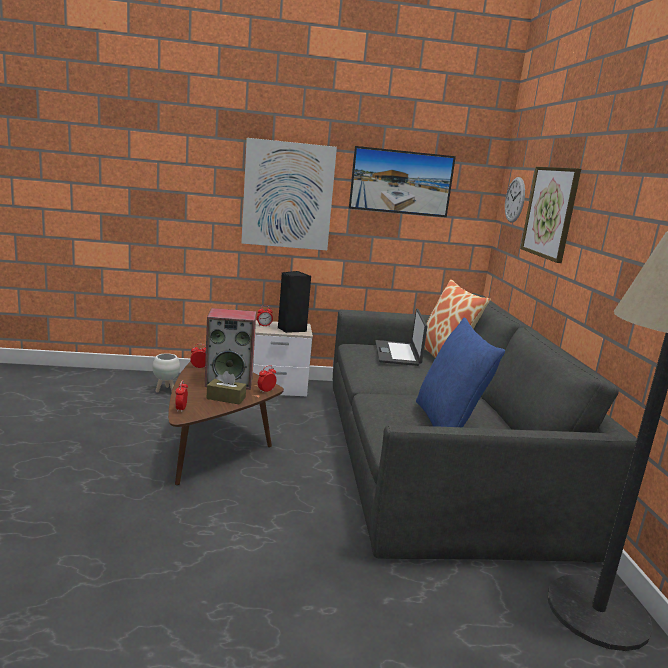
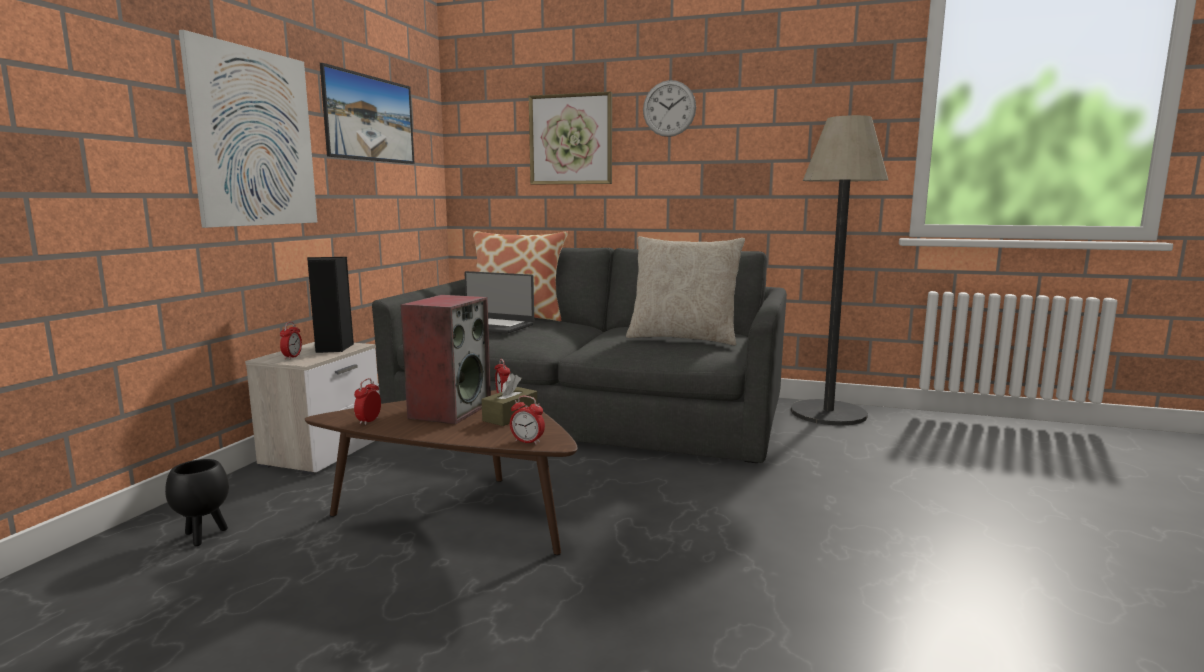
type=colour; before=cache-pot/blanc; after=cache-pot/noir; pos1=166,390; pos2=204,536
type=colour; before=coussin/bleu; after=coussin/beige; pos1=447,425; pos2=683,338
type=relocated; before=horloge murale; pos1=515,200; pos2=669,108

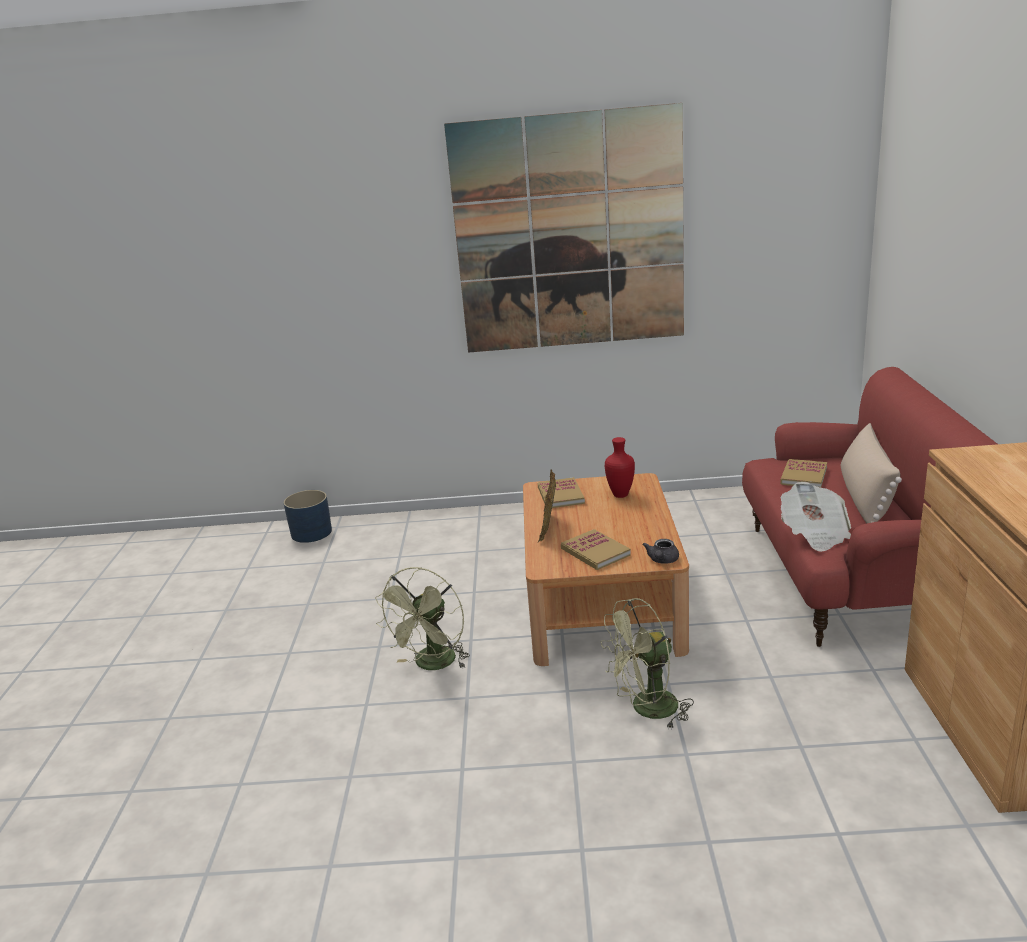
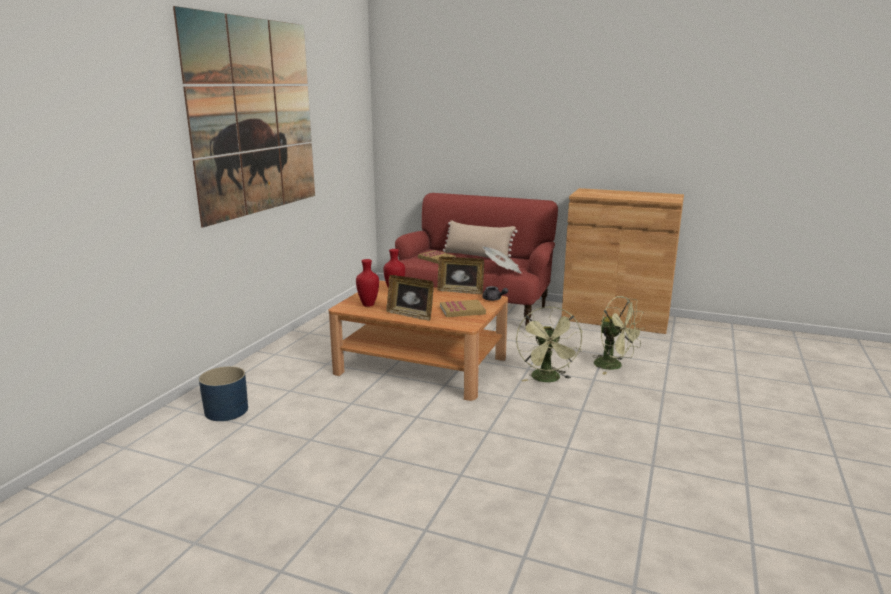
type=relocated; before=cache-pot/bleu; pos1=311,533; pos2=226,411
type=relocated; before=ventilateur/vert; pos1=432,665; pos2=614,366
type=exchanged; before=livre; after=vase/rouge; pos1=560,495; pos2=368,304
type=appeared; after=cadre photo; pos2=460,291

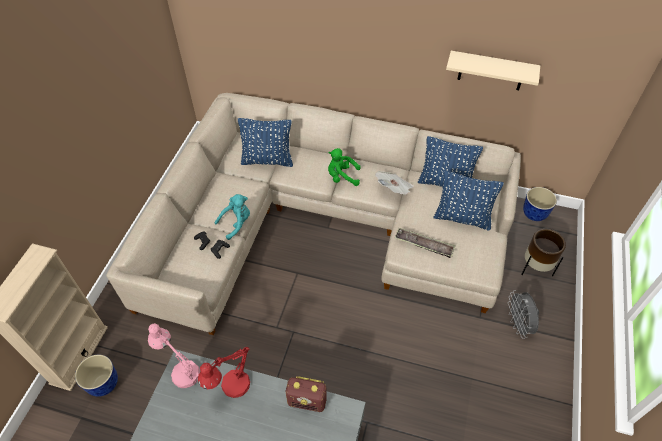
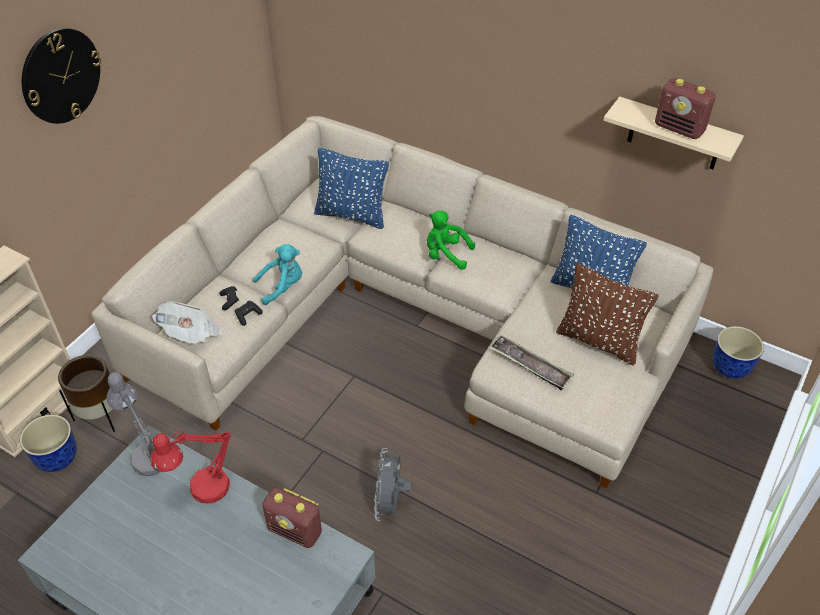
type=colour; before=lampe de table/rose; after=lampe de table/gris; pos1=181,371; pos2=147,453
type=relocated; before=journal; pos1=394,189; pos2=191,333
type=colour; before=coussin/bleu; after=coussin/marron; pos1=462,218; pos2=599,341
type=relocated; before=ventilateur/gris; pos1=518,324; pos2=391,503
type=relocated; before=cache-pot/marron; pos1=535,268; pos2=100,416
type=appeared; after=horloge murale; pos2=60,75
type=appeared; after=radio; pos2=679,129

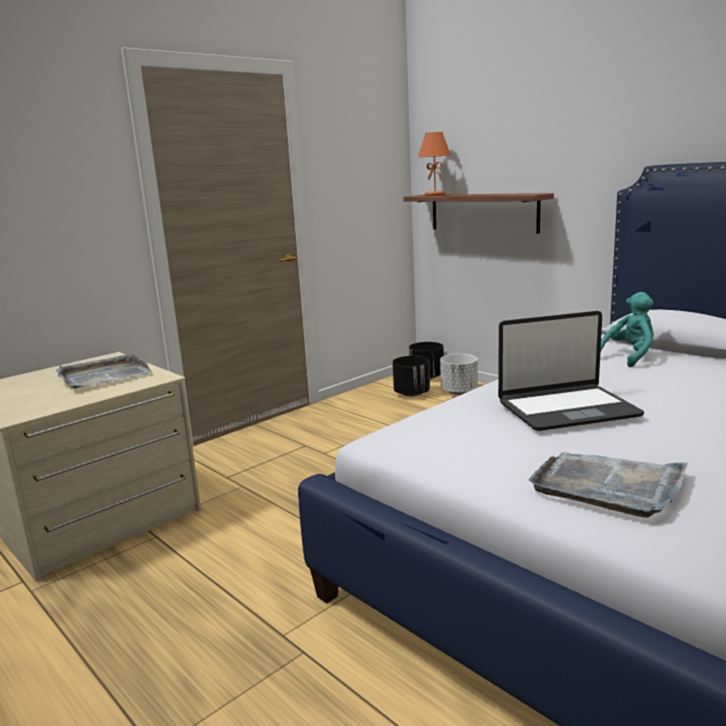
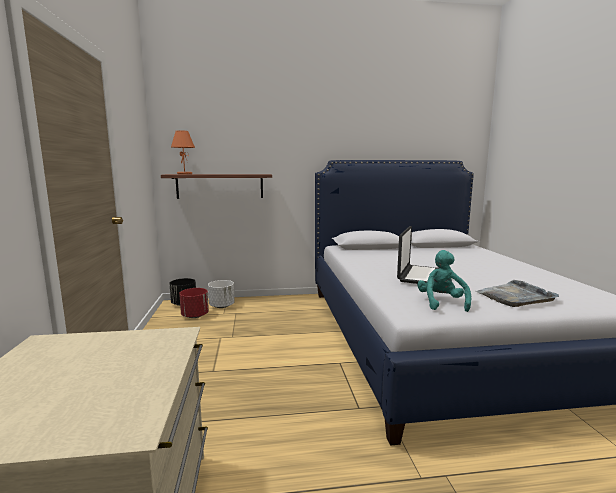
type=missing; before=plateau/gris; pos1=104,376
type=colour; before=cache-pot/noir; after=cache-pot/rouge; pos1=412,394; pos2=195,316
type=relocated; before=peluche/turquoise; pos1=629,357; pos2=441,303

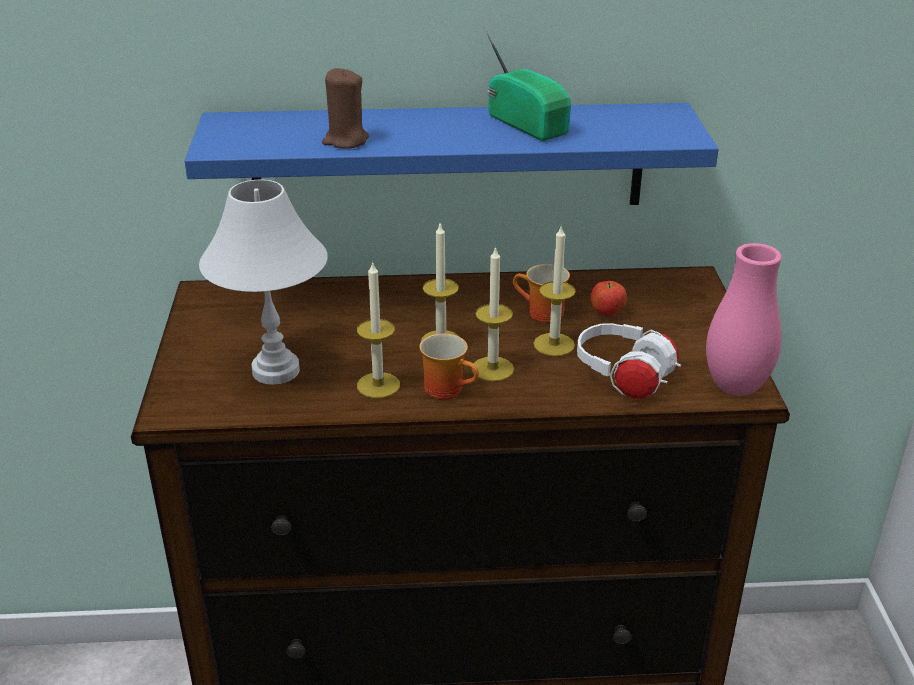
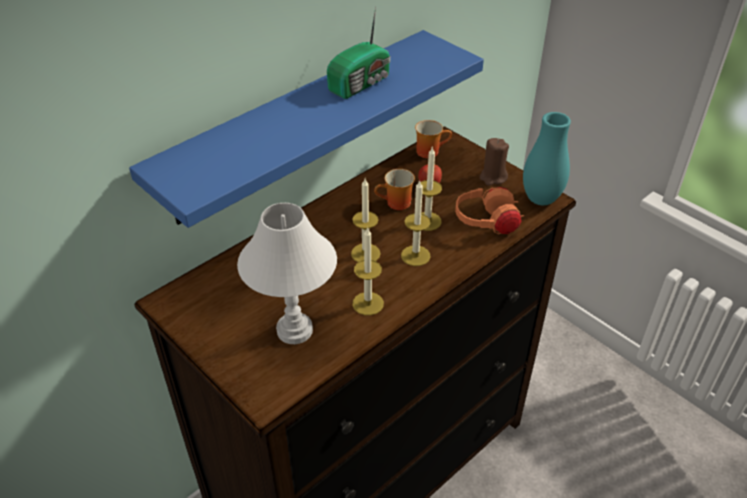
type=relocated; before=bougie/marron; pos1=345,141; pos2=493,177
type=relocated; before=mug; pos1=449,388; pos2=430,151
type=spun; before=radio; pos1=527,124; pos2=361,83; turn=120
type=colour; before=casque audio/blanc; after=casque audio/orange; pos1=624,379; pos2=486,223
type=colour; before=vase/rose; after=vase/turquoise; pos1=735,387; pos2=541,199

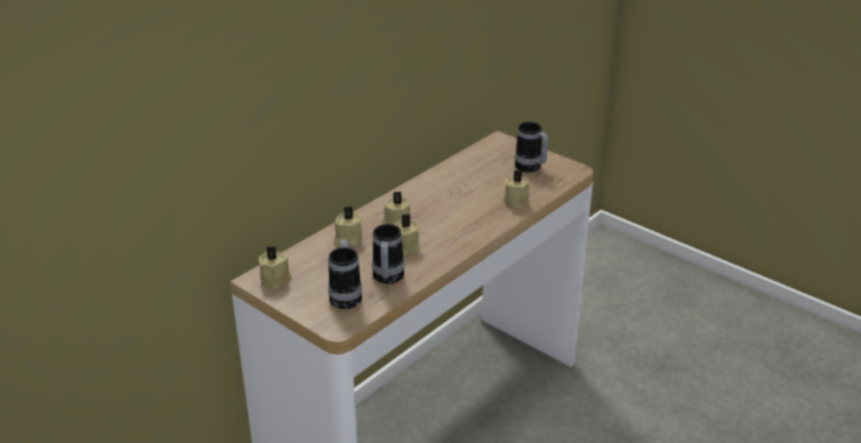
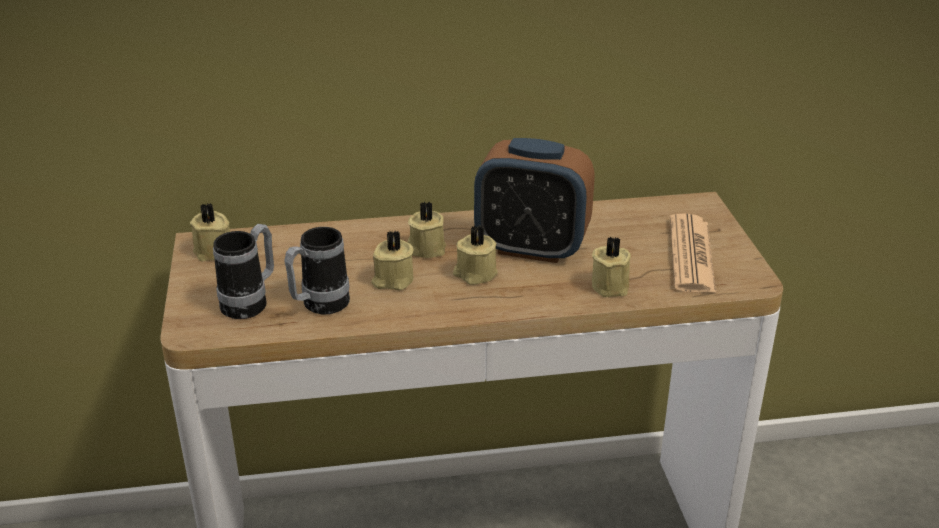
type=relocated; before=bougie/beige; pos1=348,239; pos2=474,274
type=exchanged; before=mug; after=journal; pos1=531,169; pos2=691,255
type=appeared; after=réveil; pos2=531,248

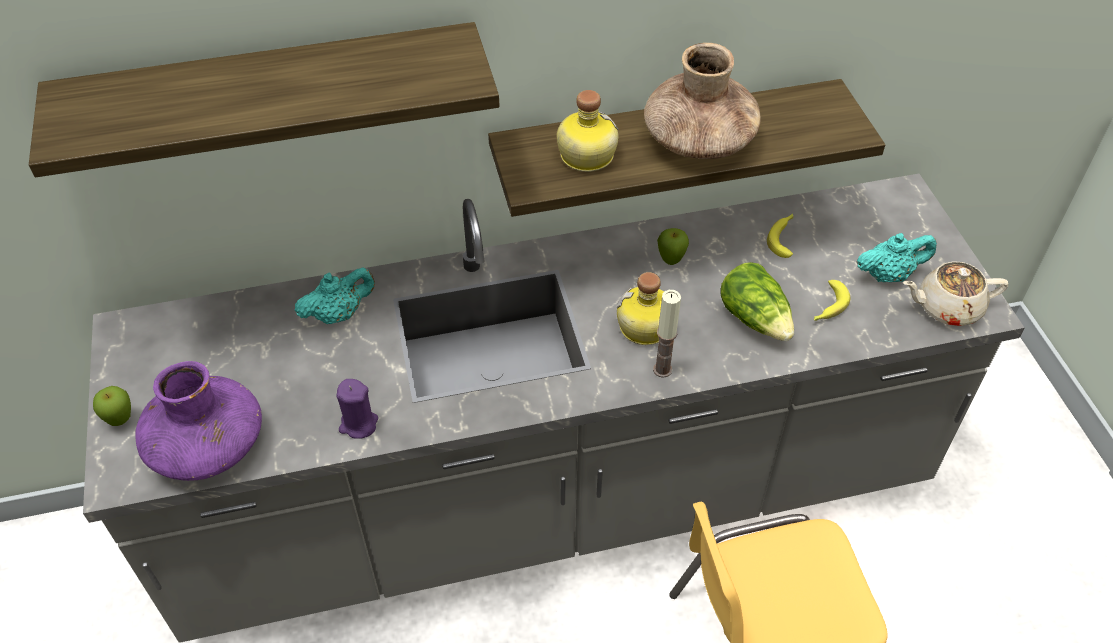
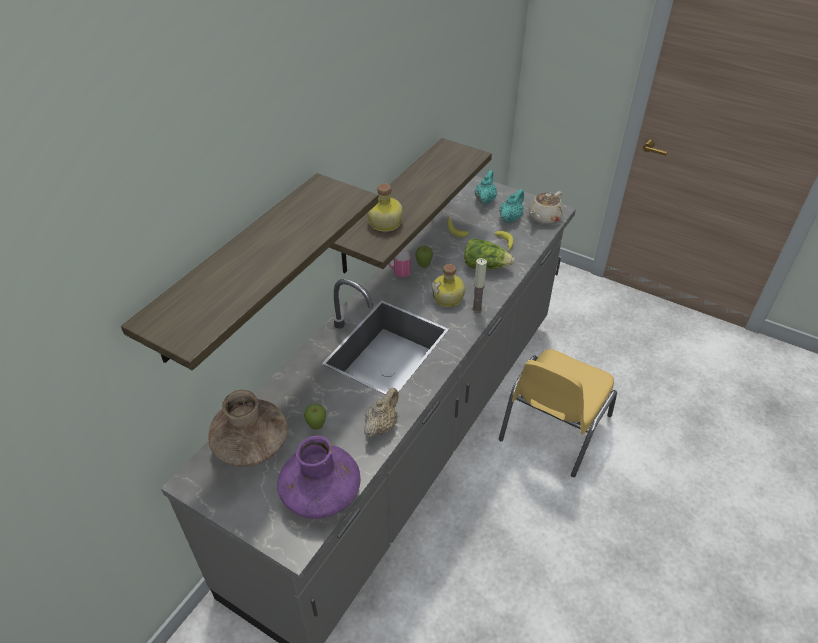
type=relocated; before=pomme; pos1=121,421; pos2=317,426
type=relocated; before=théière/turquoise; pos1=339,314; pos2=485,200
type=exchanged; before=bougie/violet; after=théière/beige; pos1=358,424; pos2=381,425
type=relocated; before=vase/marron; pos1=699,141; pos2=251,444
type=appeared; after=mug/rose; pos2=399,272

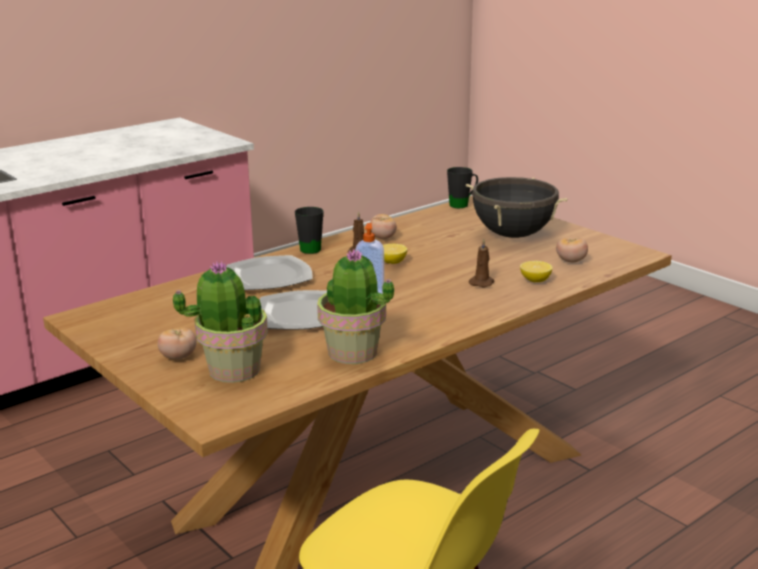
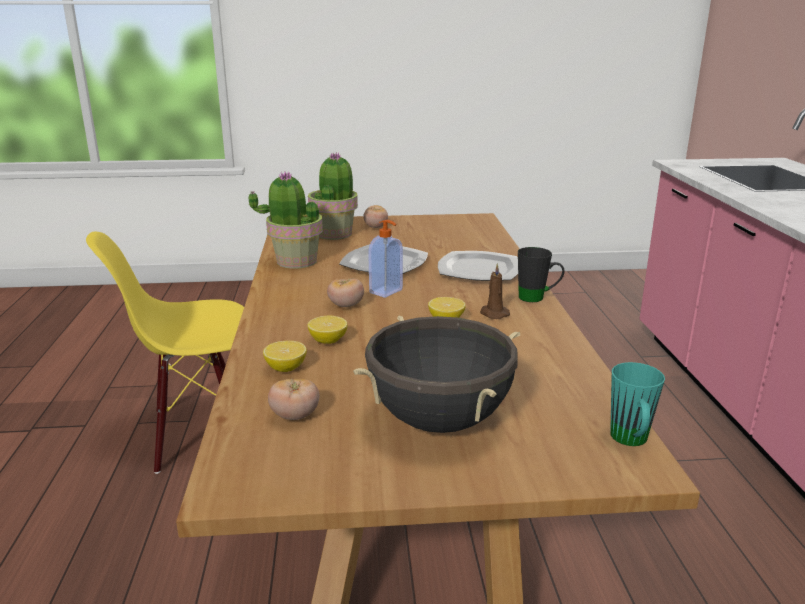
type=relocated; before=tomate; pos1=383,238; pos2=346,306
type=colour; before=mug/noir; after=mug/turquoise; pos1=463,204; pos2=630,442
type=exchanged; before=bougie/marron; after=citron; pos1=482,283; pos2=328,340

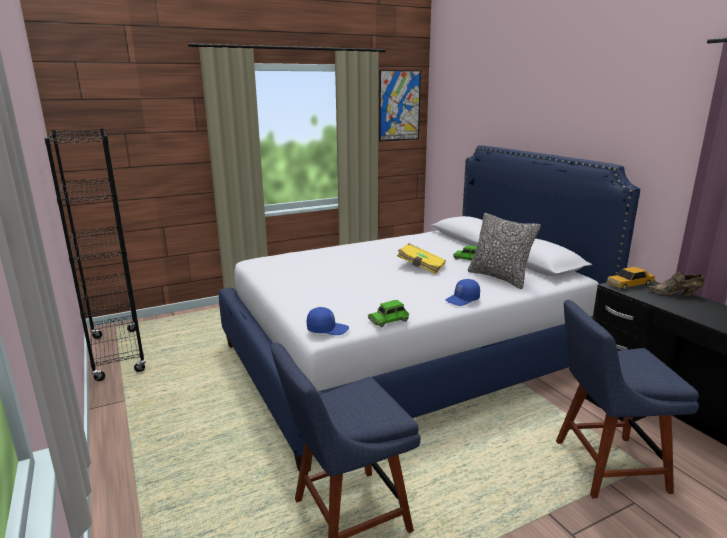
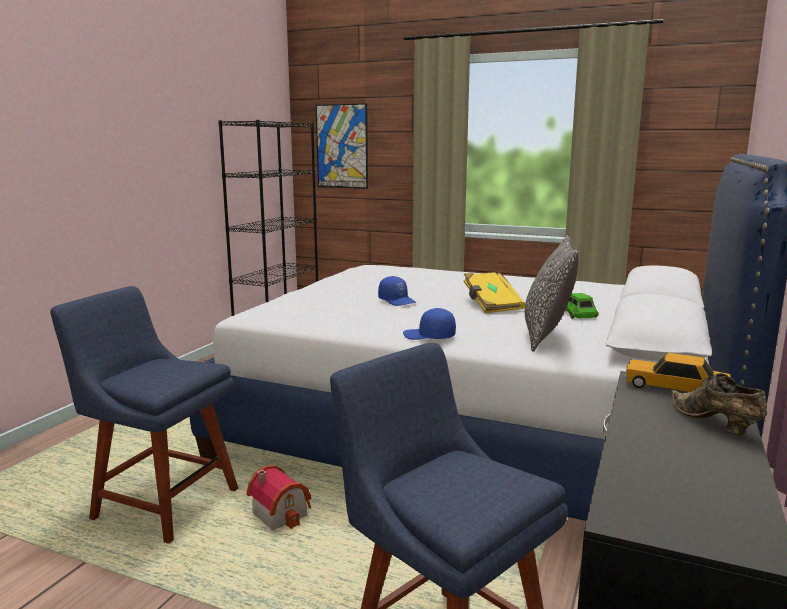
type=relocated; before=casquette/bleu; pos1=327,329; pos2=397,301
type=missing; before=petite voiture/vert; pos1=388,320
type=relocated; before=tableau; pos1=399,106; pos2=342,146
type=appeared; after=maison miniature; pos2=282,513

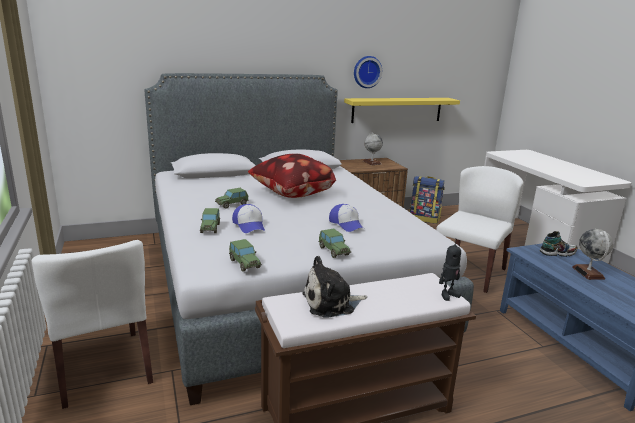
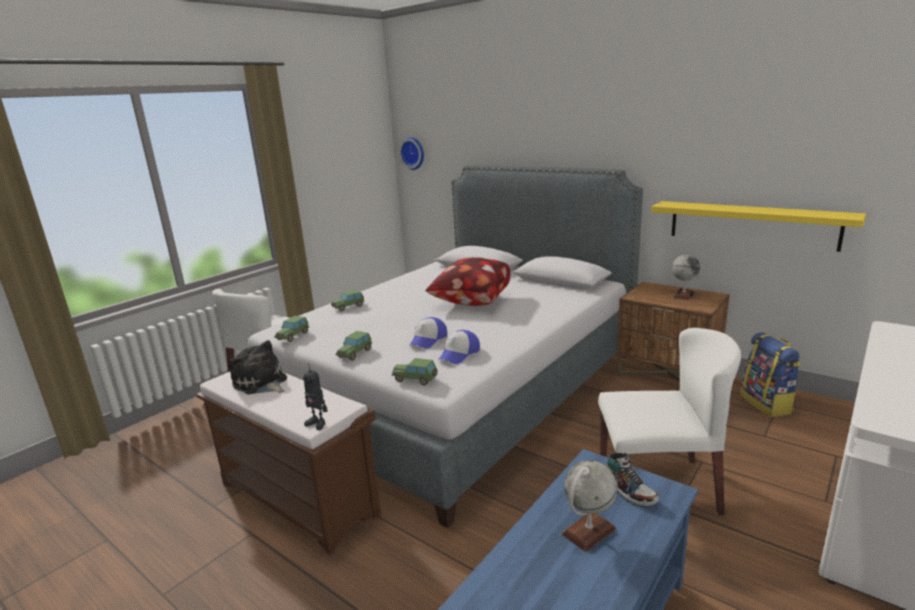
type=relocated; before=petite voiture; pos1=232,204; pos2=415,379
type=relocated; before=casquette; pos1=249,225; pos2=459,354
type=relocated; before=horloge murale; pos1=366,72; pos2=413,153

